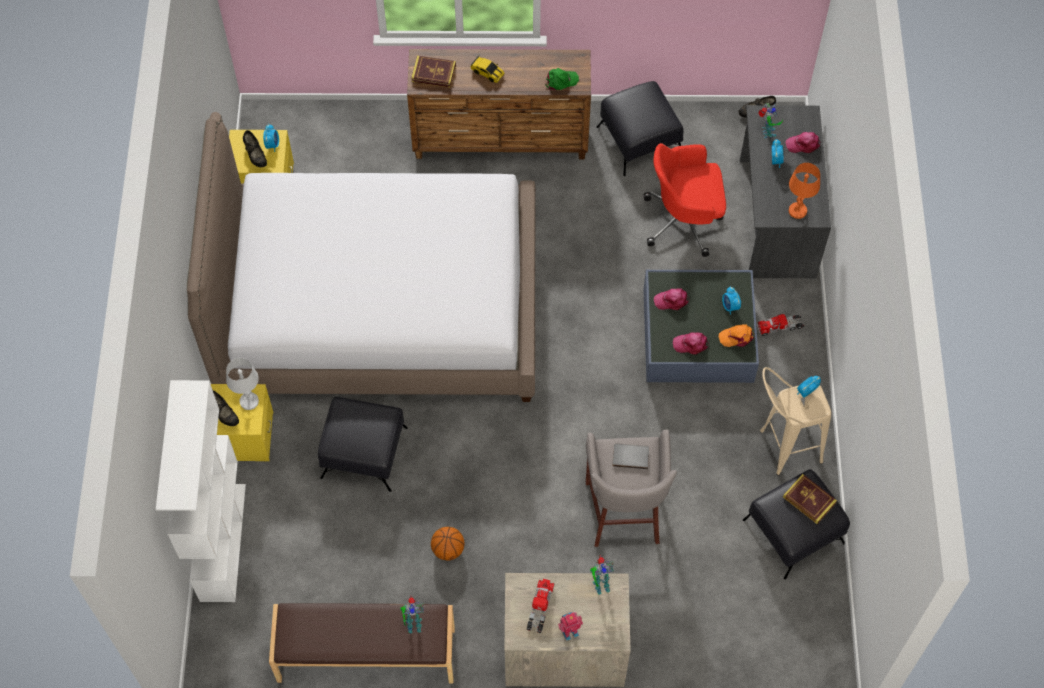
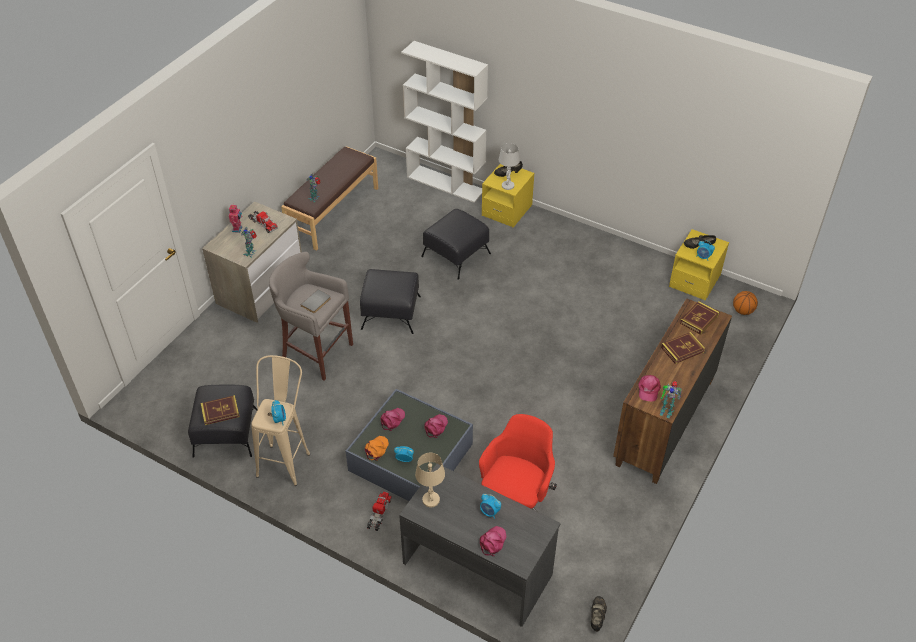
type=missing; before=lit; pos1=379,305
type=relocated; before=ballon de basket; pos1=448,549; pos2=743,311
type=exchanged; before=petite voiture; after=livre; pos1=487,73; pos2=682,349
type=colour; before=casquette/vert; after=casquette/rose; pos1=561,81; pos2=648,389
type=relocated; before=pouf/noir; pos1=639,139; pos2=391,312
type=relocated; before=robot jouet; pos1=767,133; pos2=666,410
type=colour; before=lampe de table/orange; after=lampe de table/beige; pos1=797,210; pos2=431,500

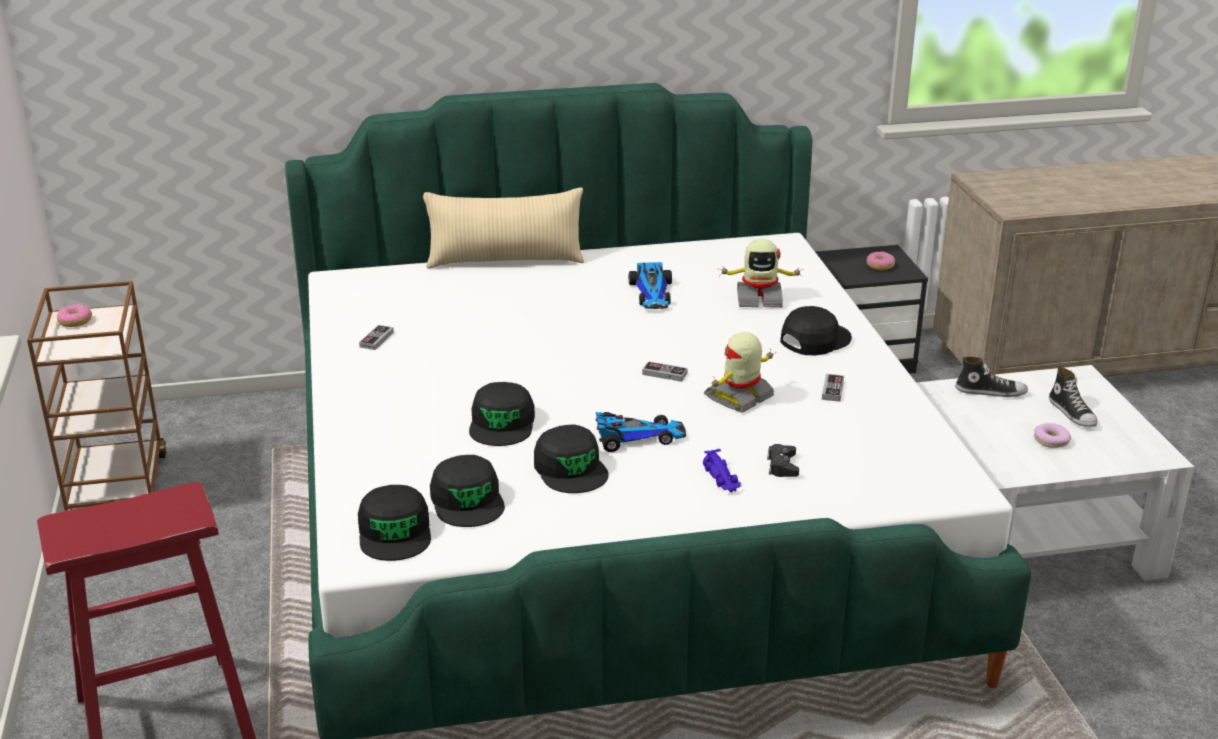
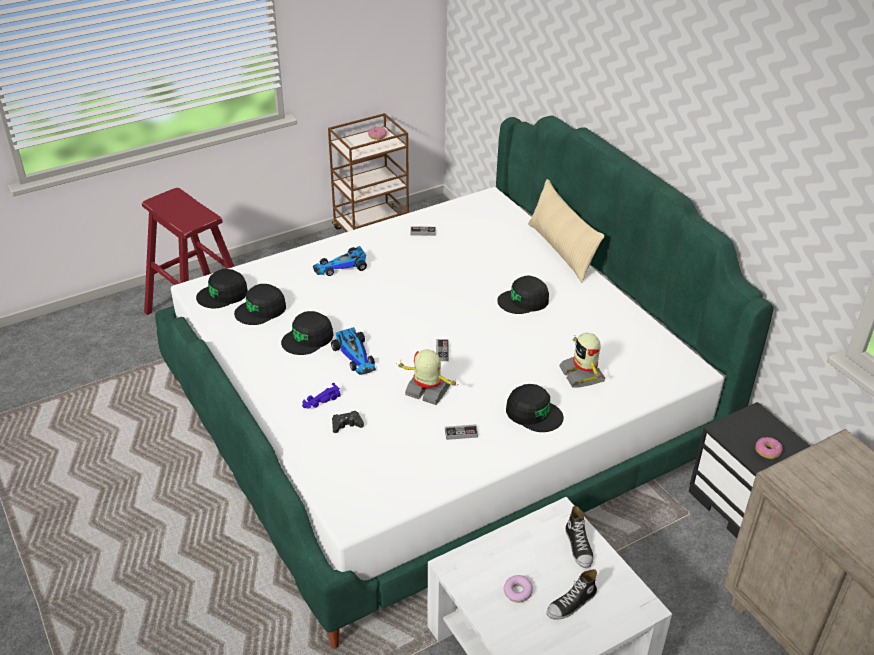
type=relocated; before=casquette/noir; pos1=502,424; pos2=524,301
type=relocated; before=petite voiture; pos1=653,294; pos2=341,267

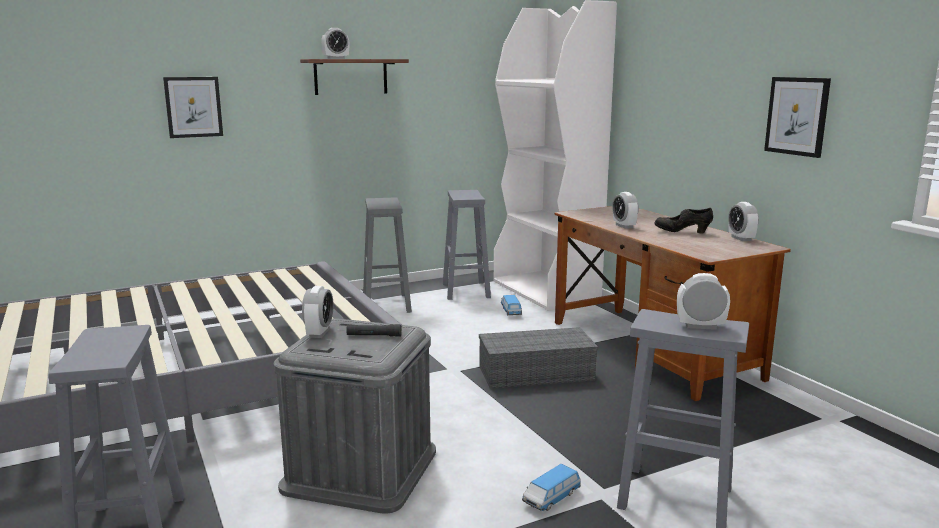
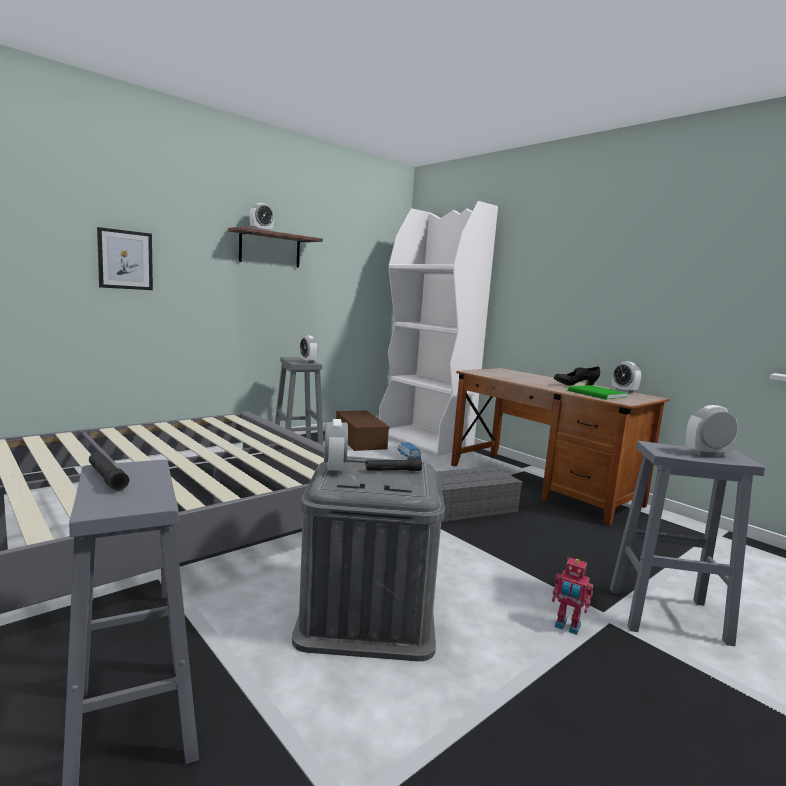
type=exchanged; before=tabouret/gris; after=boîte de rangement/marron; pos1=465,290; pos2=359,440
type=exchanged; before=petite voiture; after=robot jouet; pos1=551,498; pos2=567,626
type=relocated; before=réveil; pos1=624,226; pos2=308,362
type=missing; before=tableau; pos1=797,116
type=appeared; after=lampe de poche/noir; pos2=107,478
type=appeared; after=livre/vert; pos2=597,394

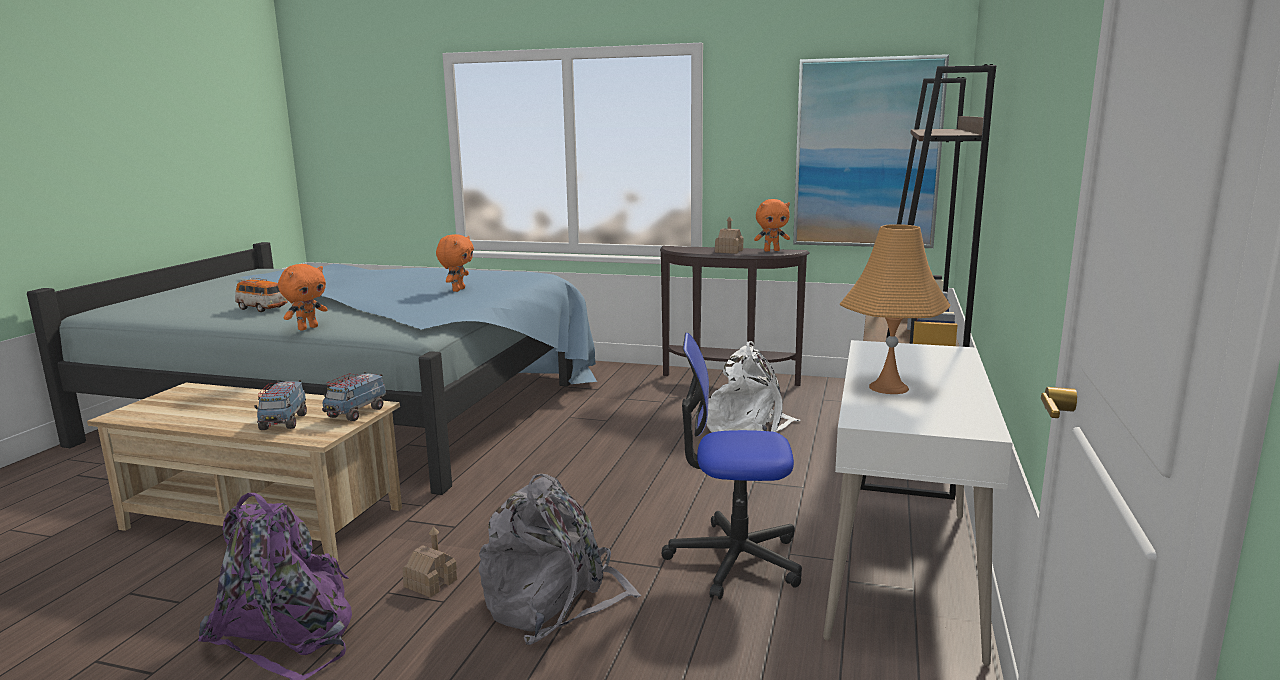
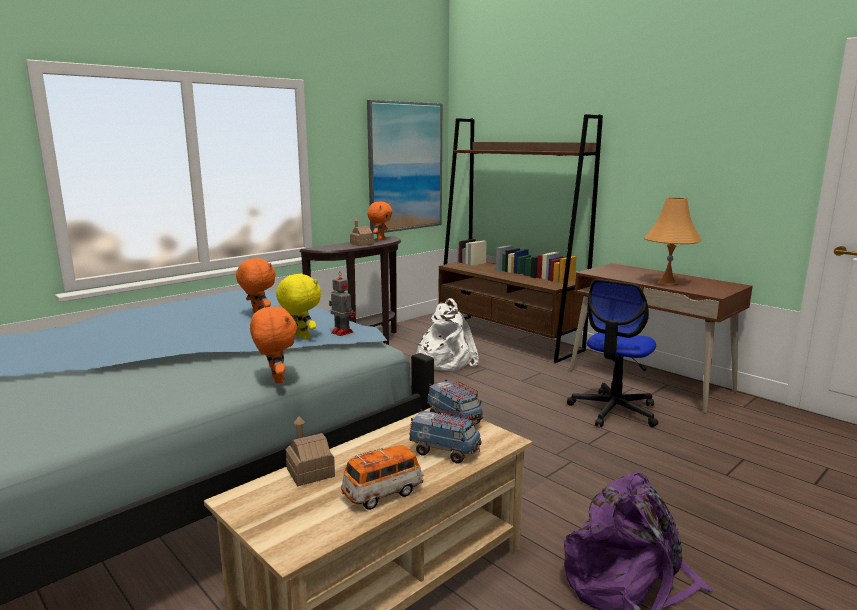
type=relocated; before=petite voiture; pos1=262,308; pos2=383,493
type=relocated; before=maison miniature; pos1=430,583; pos2=310,472
type=missing; before=sac à dos/gris; pos1=554,602
type=colour; before=bureau/blanc; after=bureau/marron; pos1=902,571; pos2=649,381
type=appeared; after=peluche/jaune; pos2=300,337
type=appeared; after=robot jouet; pos2=341,332

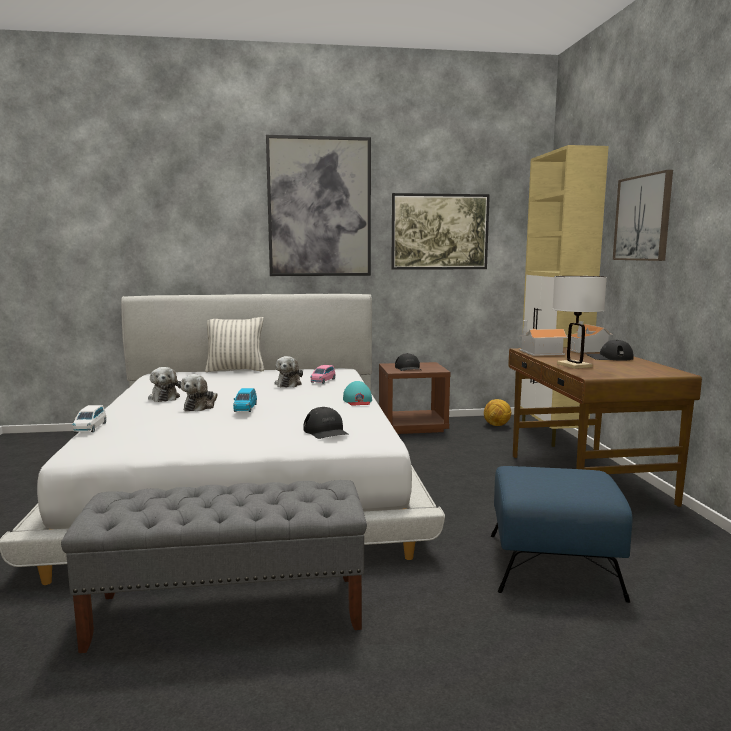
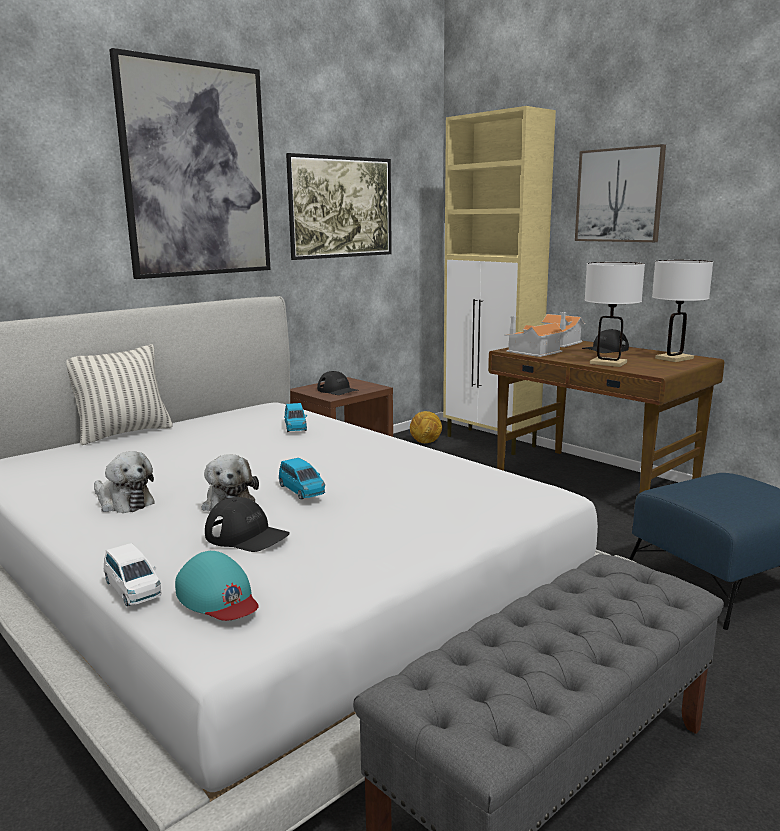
type=missing; before=peluche; pos1=288,384
type=relocated; before=casquette/noir; pos1=326,431; pos2=247,535
type=colour; before=petite voiture/rose; after=petite voiture/bleu; pos1=323,381; pos2=295,427
type=relocated; before=casquette/turquoise; pos1=357,400; pos2=218,597
type=appeared; after=lampe de table/blanc; pos2=674,358

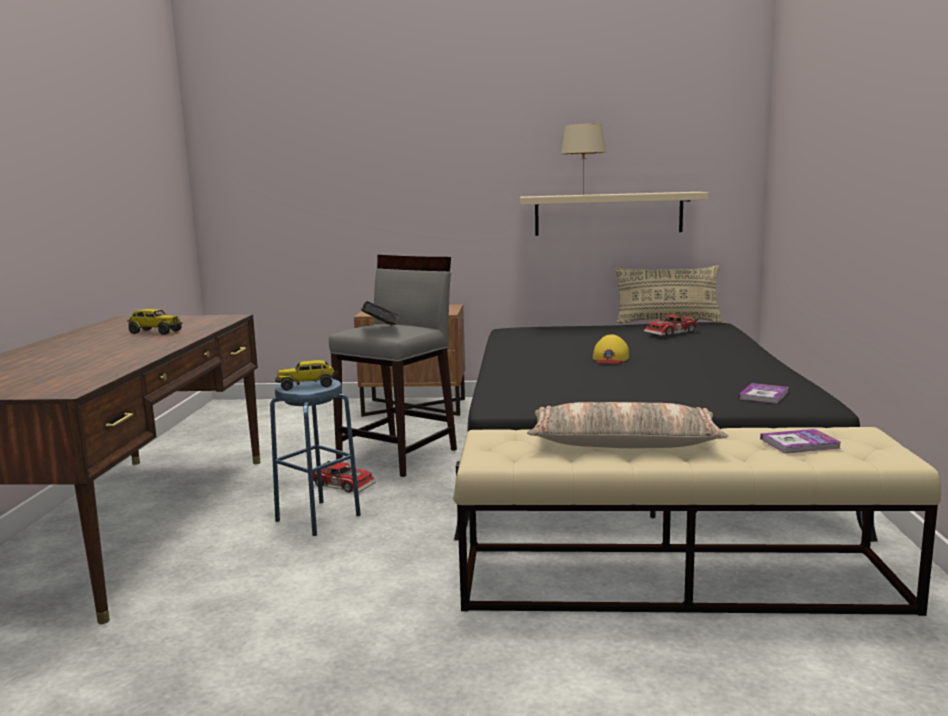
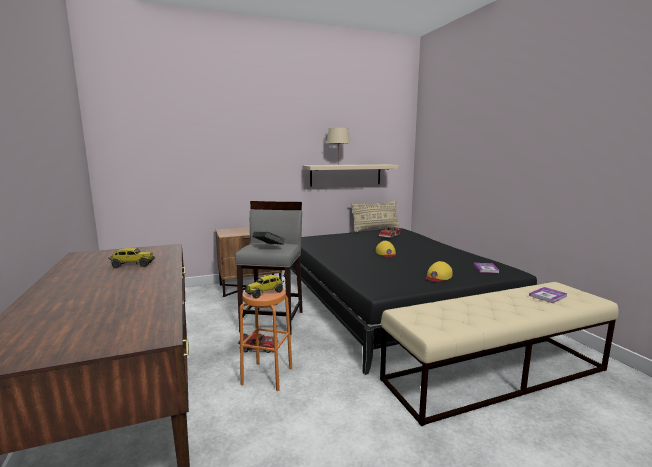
type=colour; before=tabouret/bleu; after=tabouret/orange; pos1=318,518; pos2=267,376
type=missing; before=coussin; pos1=623,443
type=appeared; after=casquette/jaune; pos2=438,276

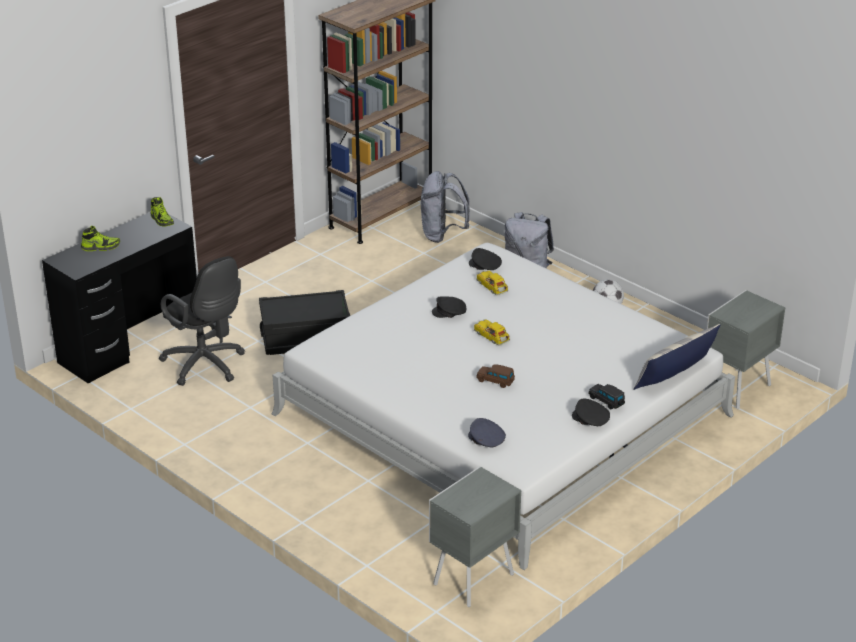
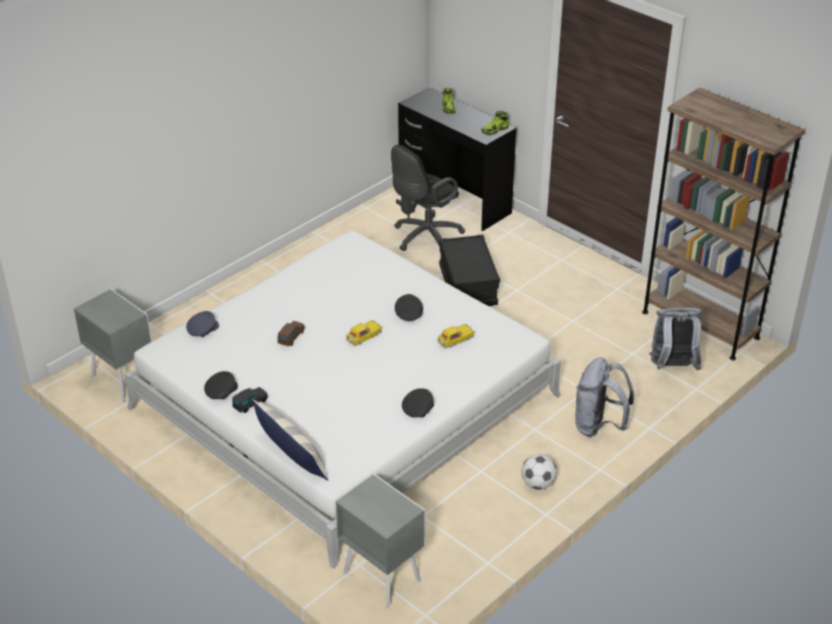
type=relocated; before=casquette/noir; pos1=484,265; pos2=418,408

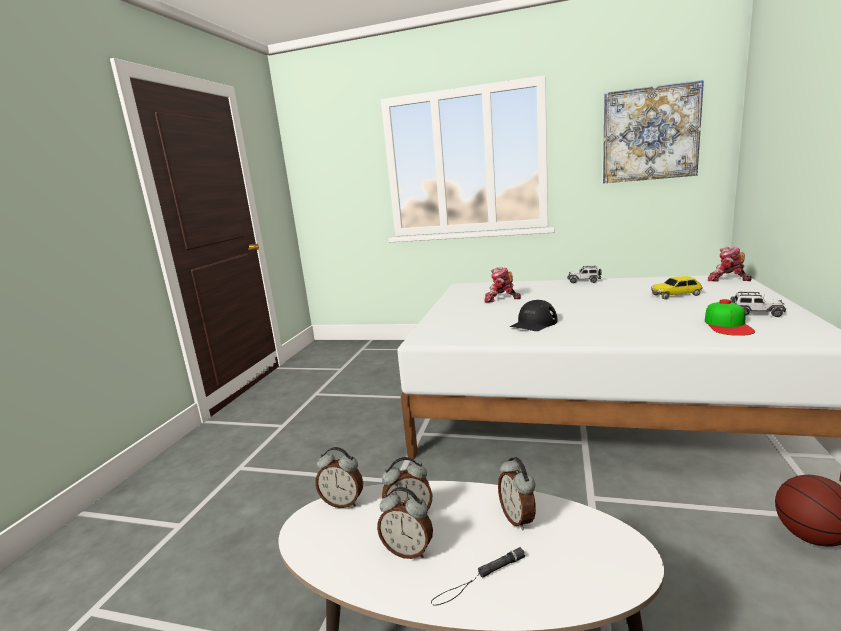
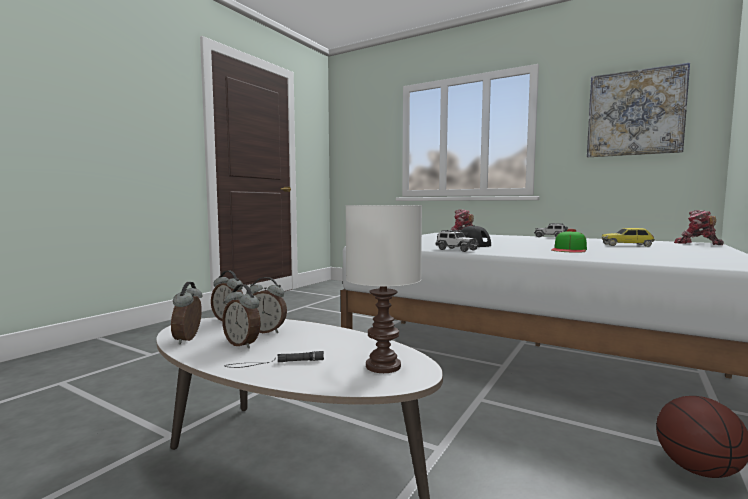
type=relocated; before=réveil; pos1=518,518; pos2=189,339
type=relocated; before=casquette; pos1=728,325; pos2=569,249
type=relocated; before=petite voiture; pos1=756,313; pos2=456,250
type=appeared; after=lampe de table/blanc; pos2=384,366

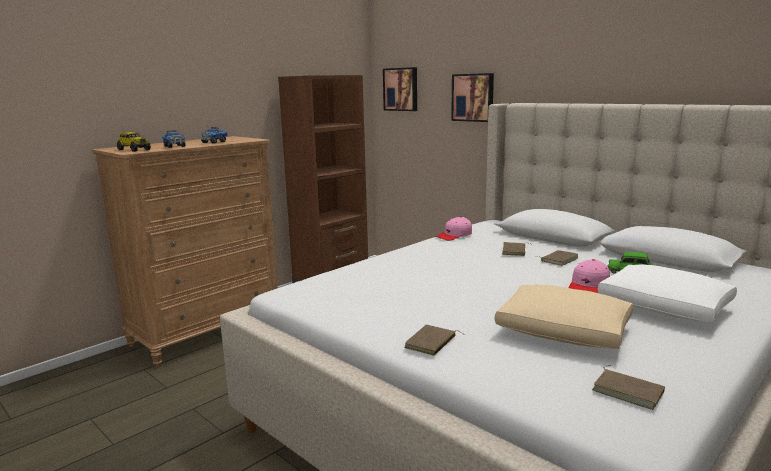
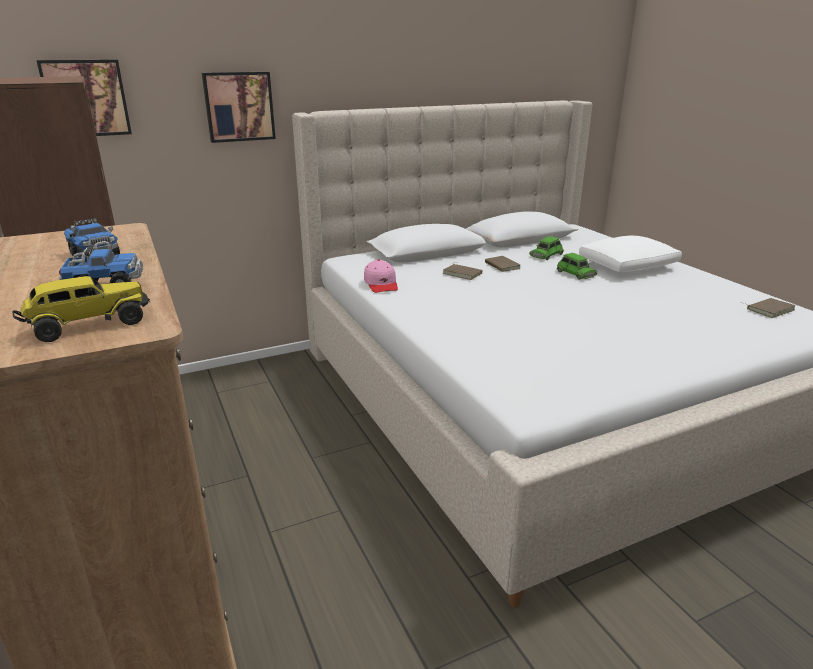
type=missing; before=livre/marron; pos1=432,343
type=missing; before=coussin/beige; pos1=564,332
type=exchanged; before=casquette/rose; after=petite voiture/vert; pos1=588,286; pos2=575,273

